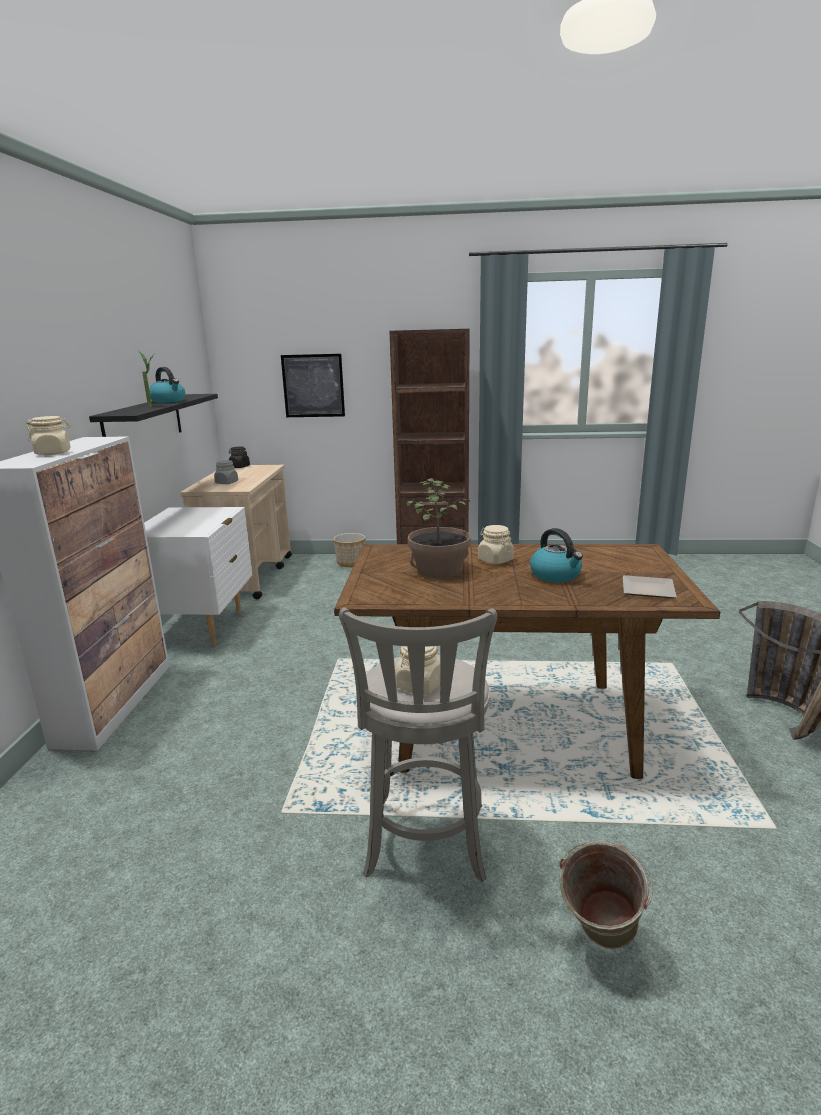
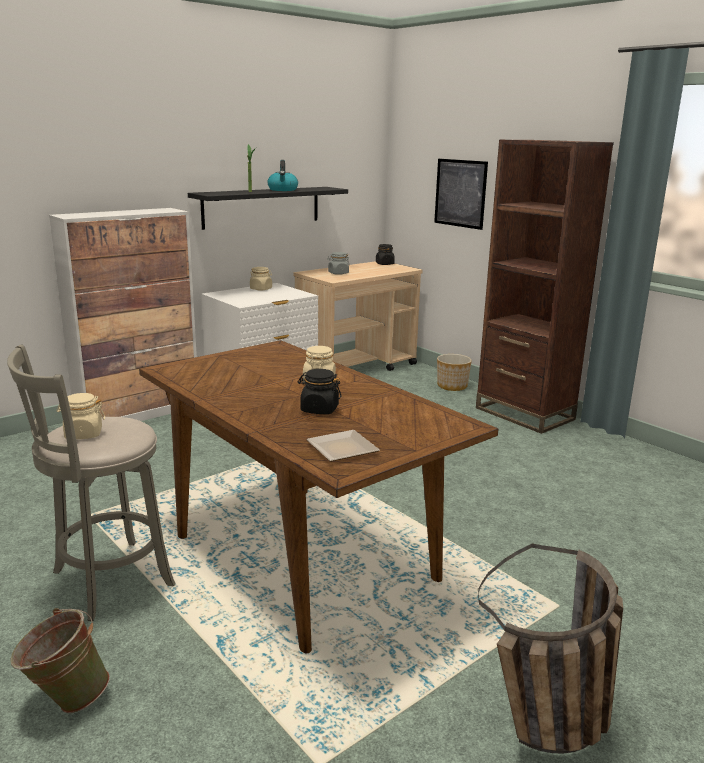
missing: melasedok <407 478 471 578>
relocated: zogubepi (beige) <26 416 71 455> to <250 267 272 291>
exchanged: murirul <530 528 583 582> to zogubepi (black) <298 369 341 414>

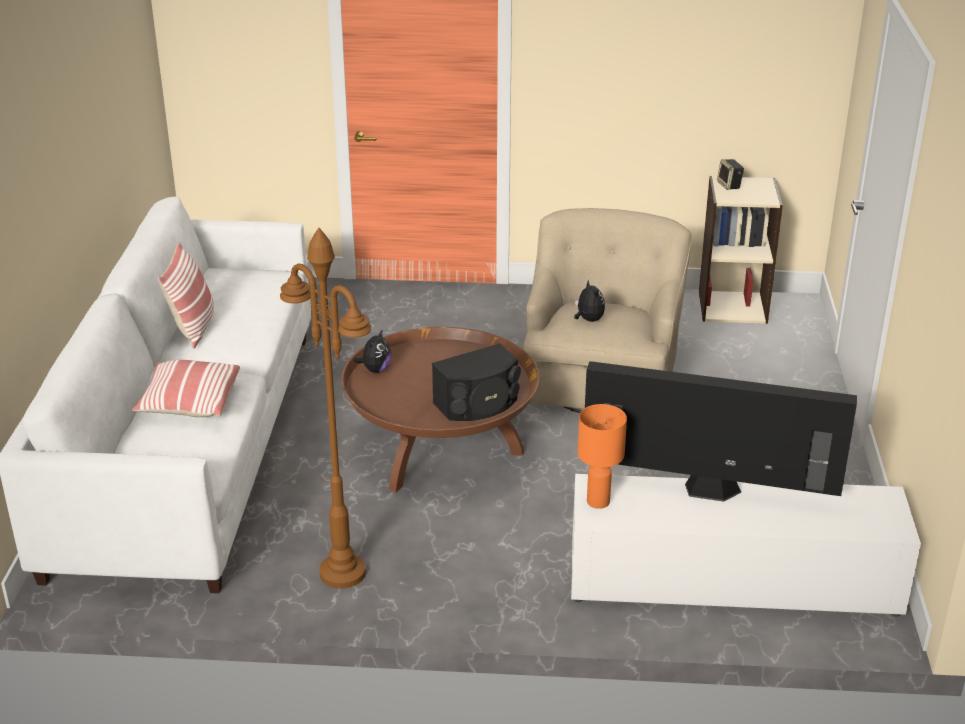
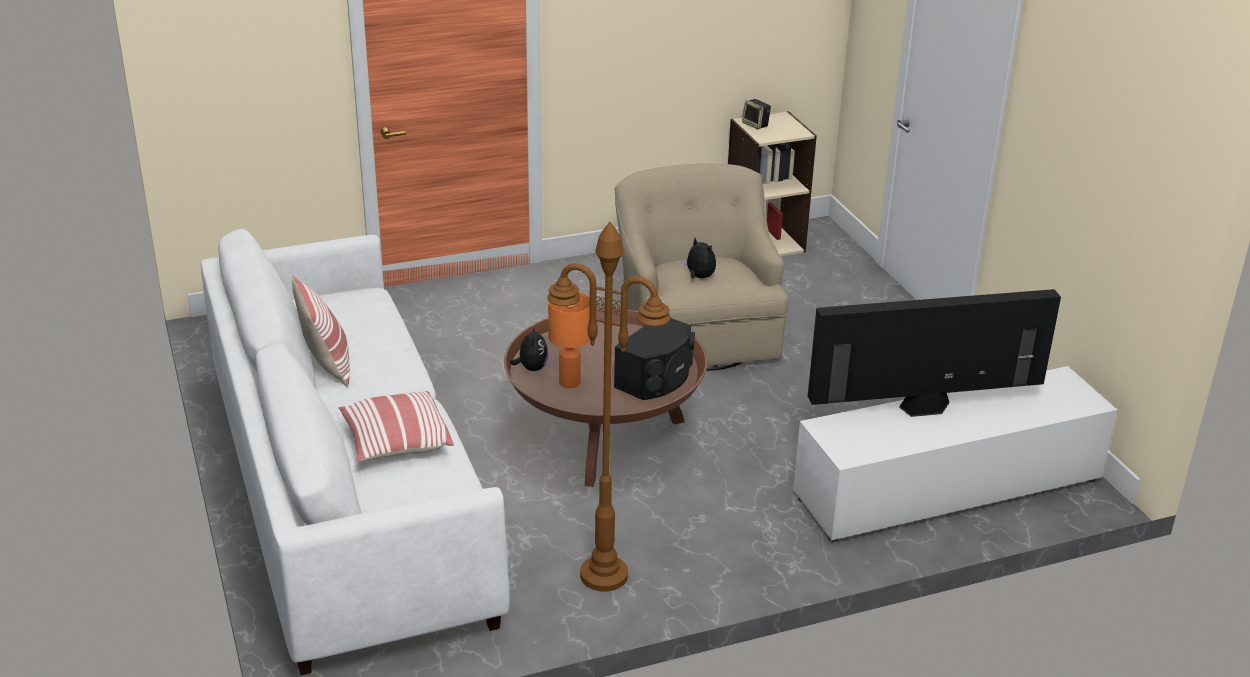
relocated: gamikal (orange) <578 404 627 509> to <548 292 590 388>

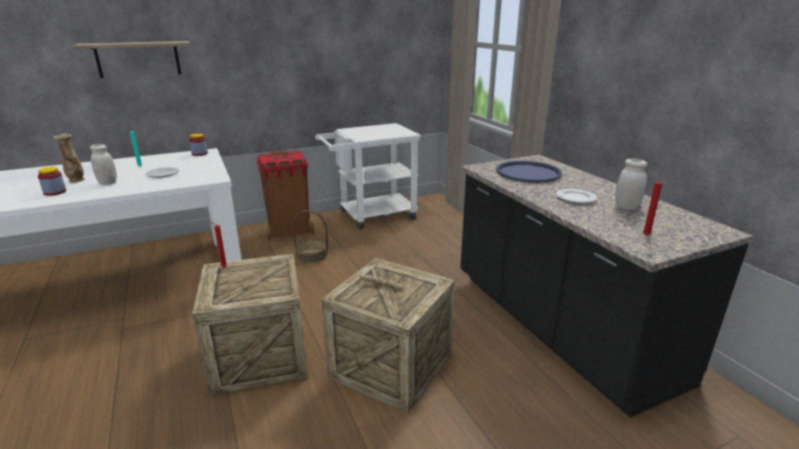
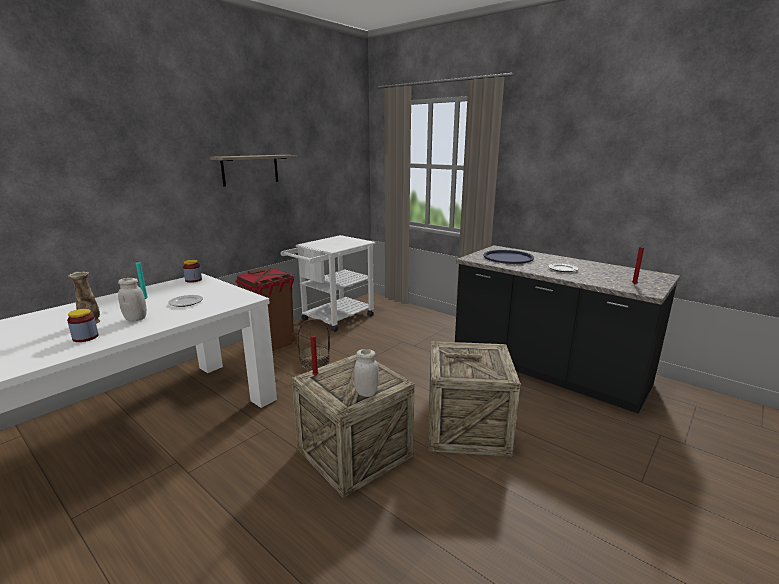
relocated: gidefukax <73 41 190 78> to <210 155 298 186>; zogubepi (white) <615 159 647 210> to <354 349 379 397>

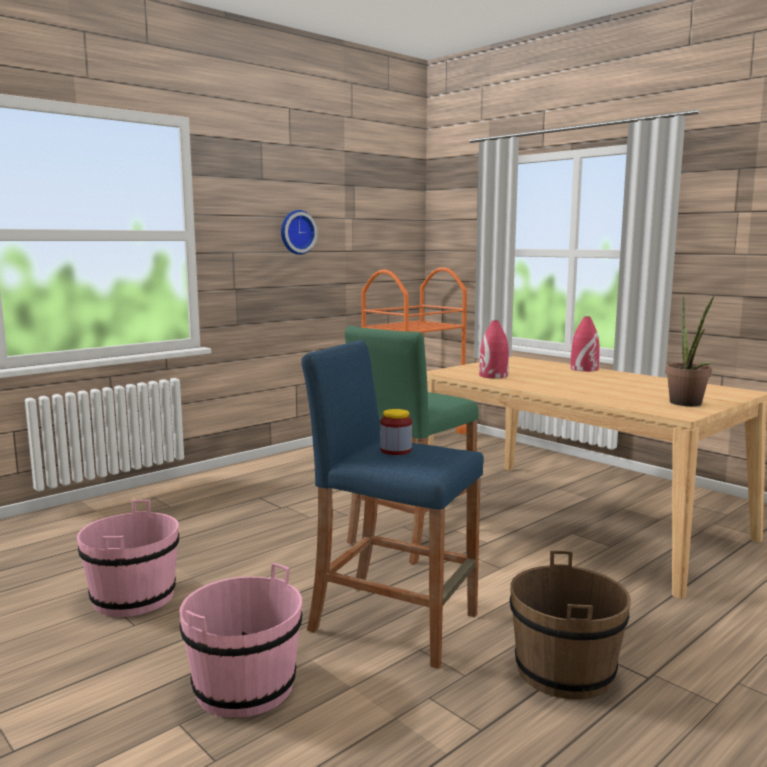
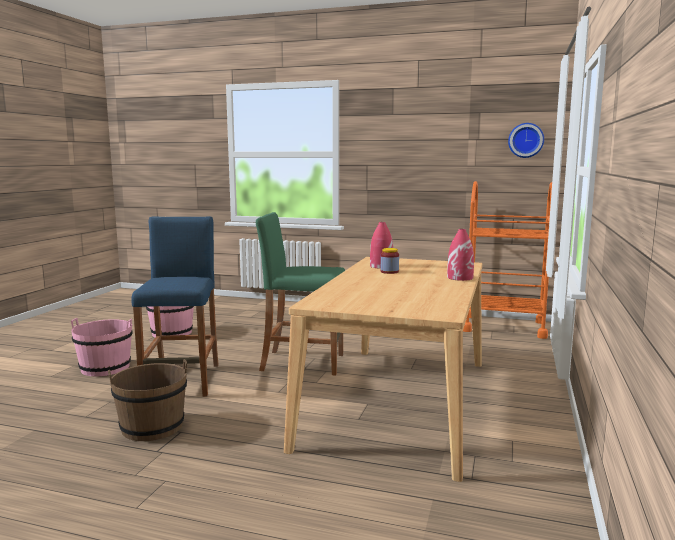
missing: melasedok <665 294 714 406>
relocated: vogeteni <281 210 318 255> to <508 123 544 158>; zogubepi <380 409 412 455> to <381 248 399 274>

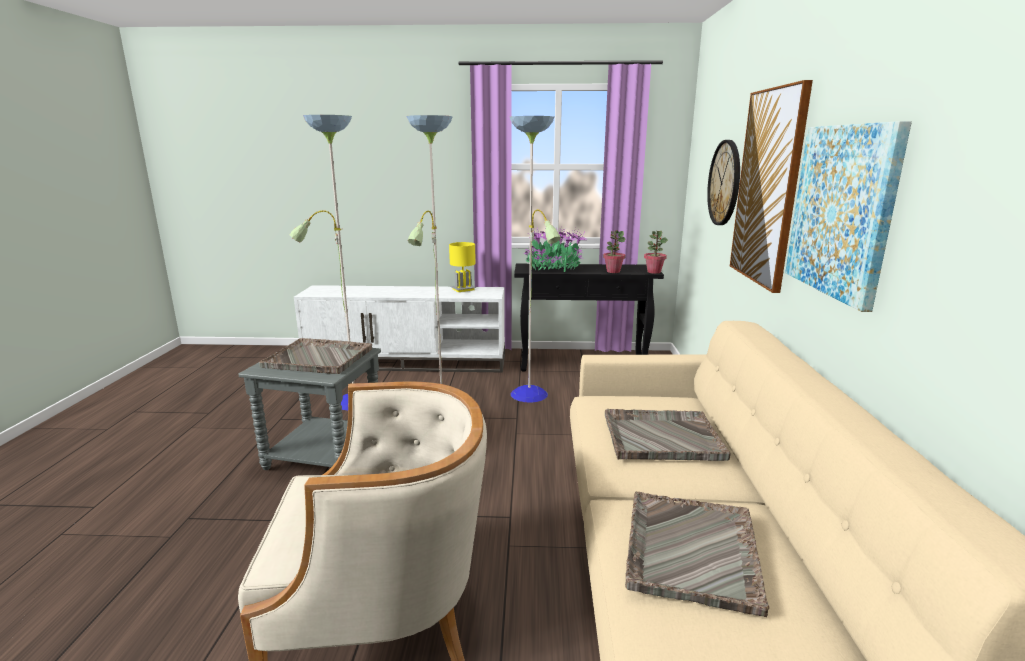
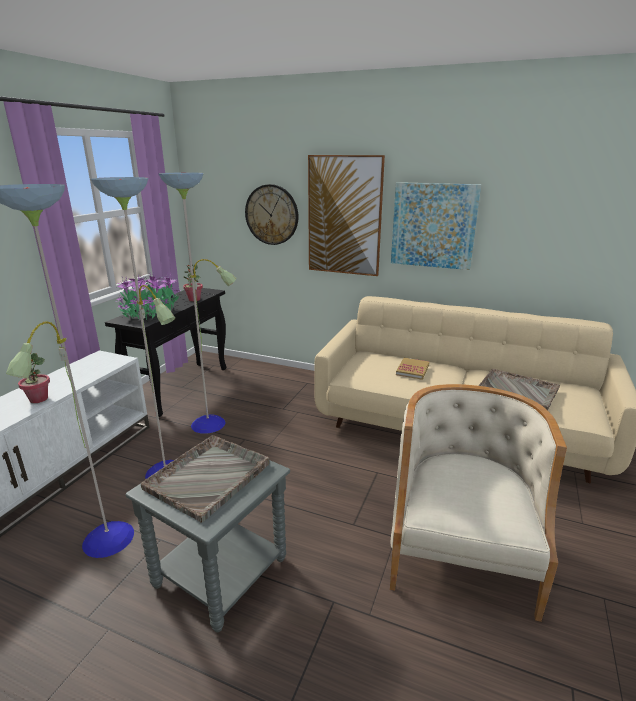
missing: gamikal (yellow) <449 242 476 292>
relocated: melasedok <644 231 668 274> to <18 353 50 403>
exchanged: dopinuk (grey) <605 409 730 461> to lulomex <396 358 429 380>

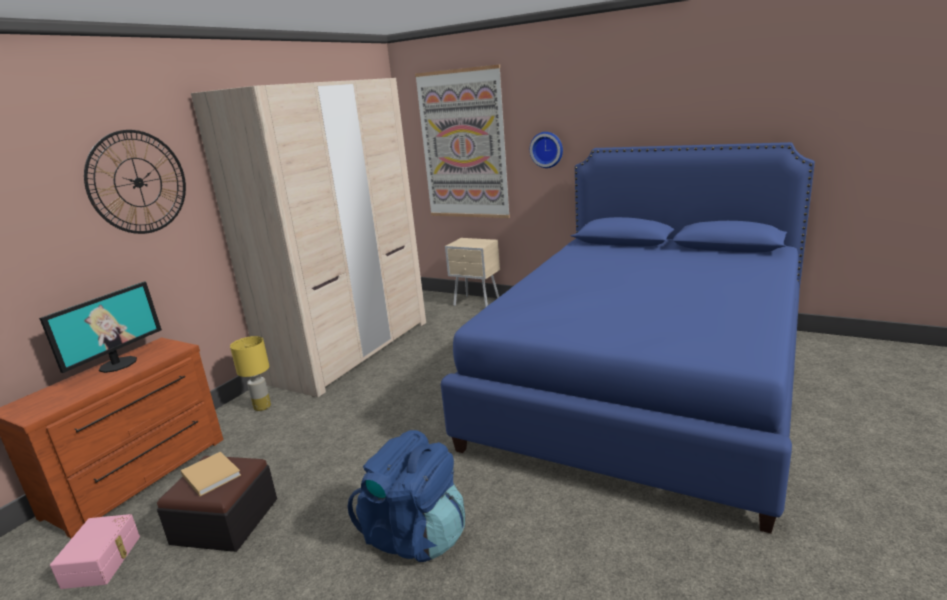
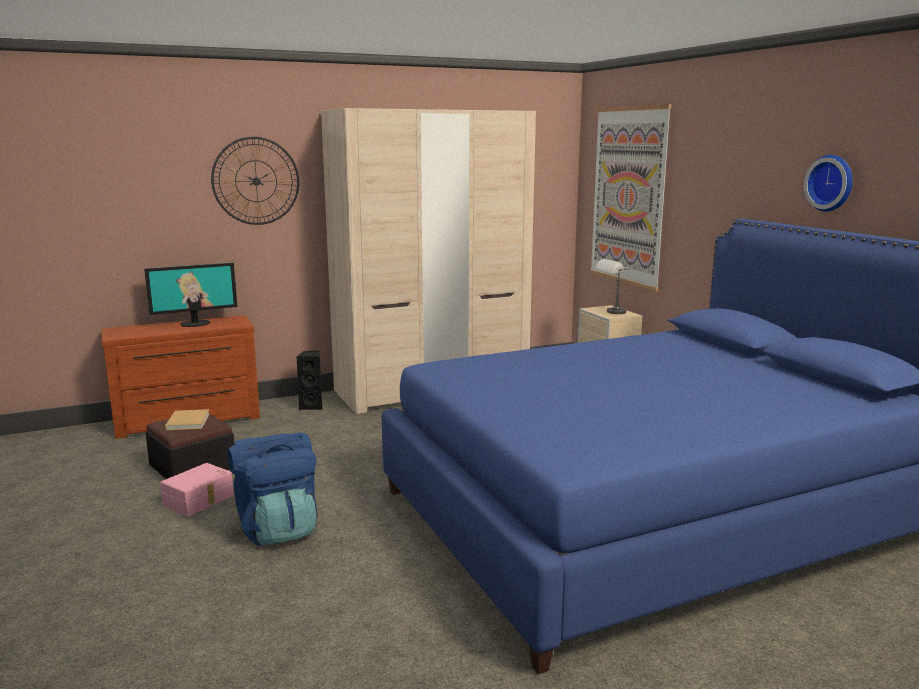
appeared: gamikal (grey) <595 259 630 314>
relocated: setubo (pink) <50 514 140 589> to <160 463 234 517>; vogeteni <530 132 563 168> to <804 155 853 212>
exchanged: gamikal (yellow) <230 336 271 411> to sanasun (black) <296 351 323 410>

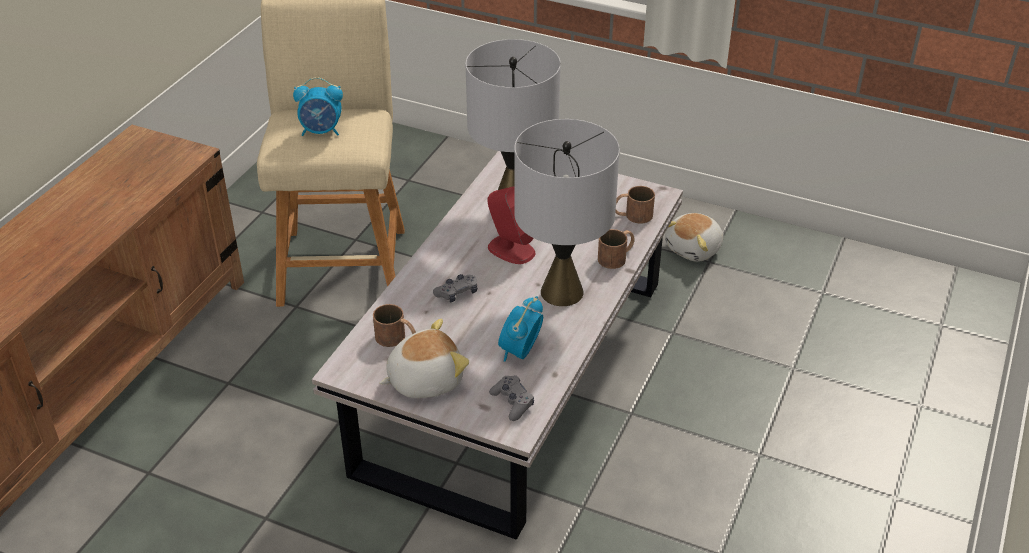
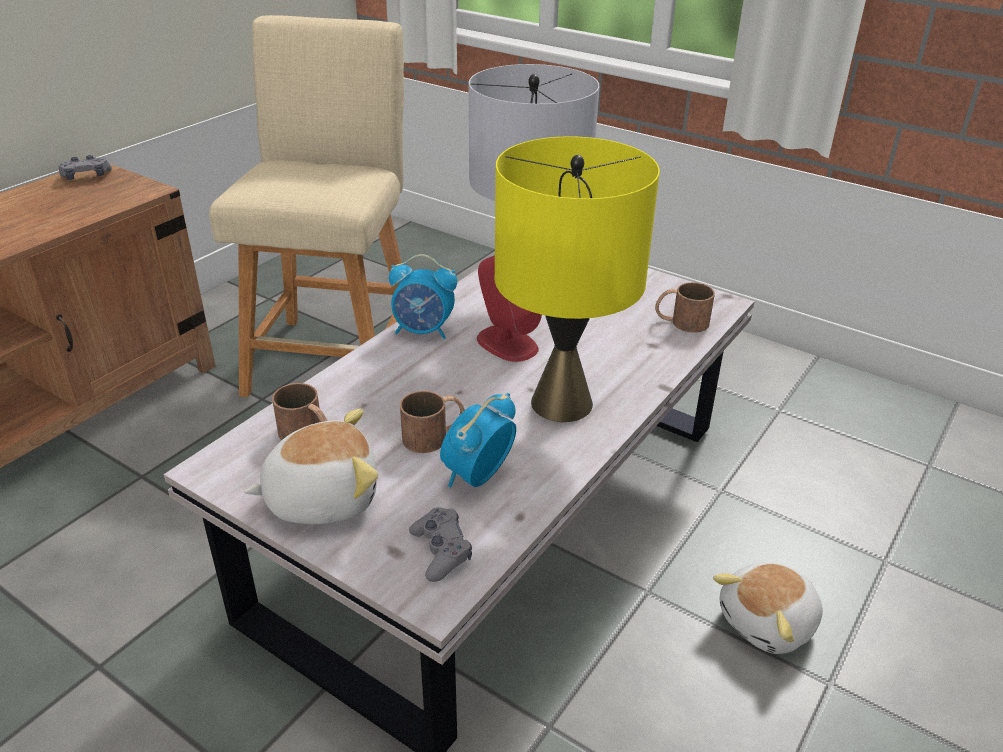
relocated: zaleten <293 77 343 136> to <389 254 457 339>; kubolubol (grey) <433 274 477 302> to <58 155 112 180>; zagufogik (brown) <598 229 635 269> to <400 391 465 453>; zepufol <665 213 723 262> to <713 562 823 654>
colour: gamikal (grey) <514 119 620 306> to gamikal (yellow) <495 136 660 422>

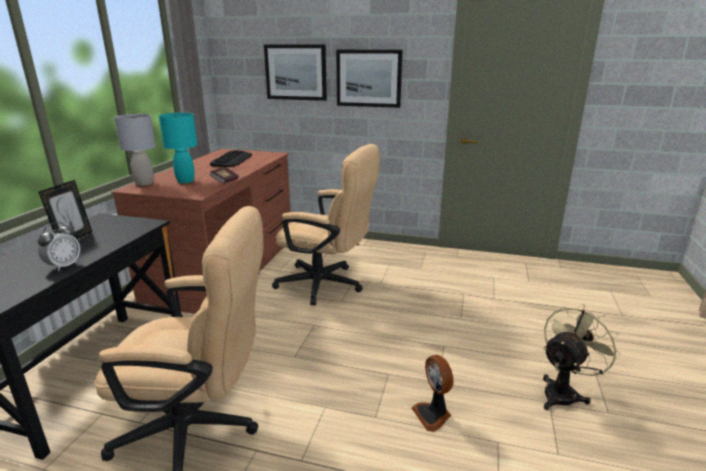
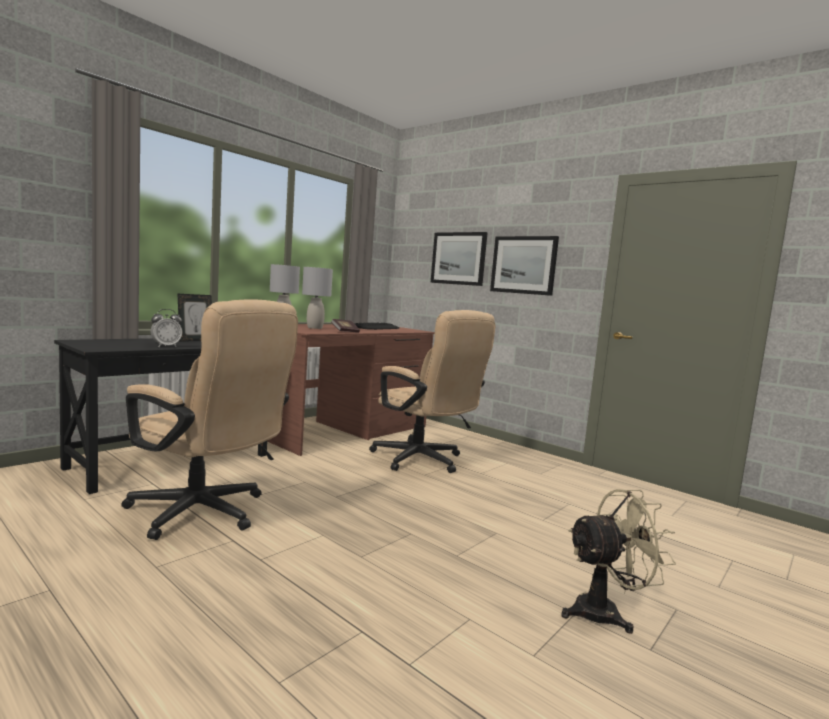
missing: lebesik <412 355 454 432>
colour: gamikal (turquoise) <159 113 197 183> to gamikal (grey) <302 267 333 329>

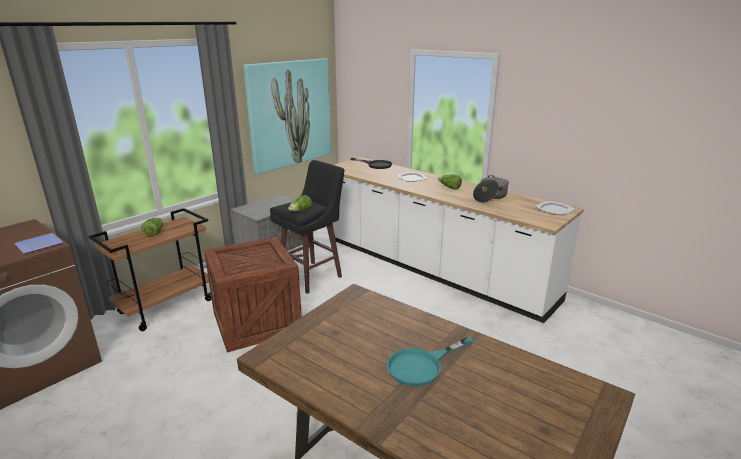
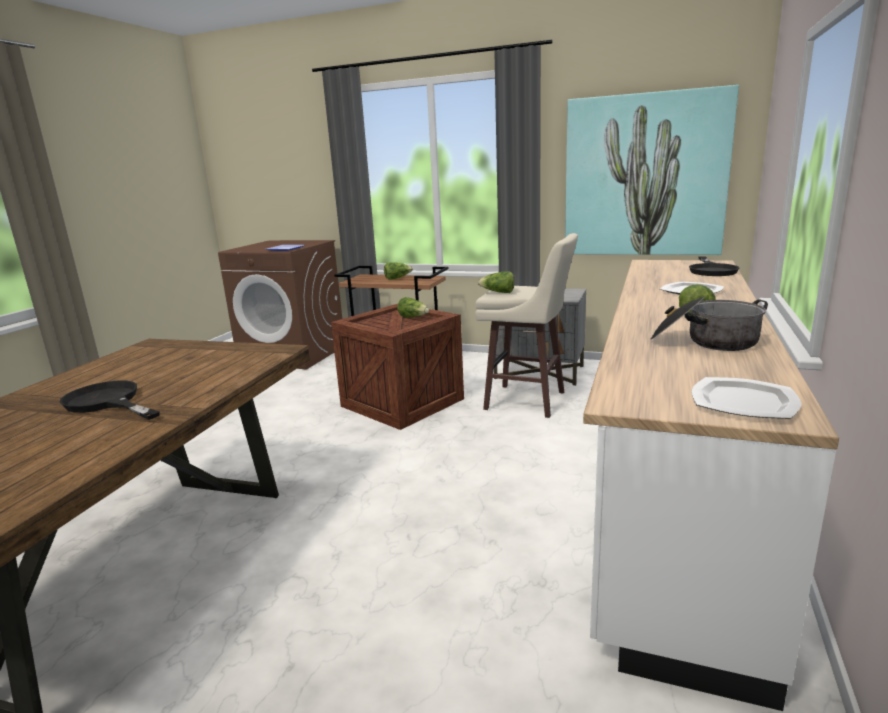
appeared: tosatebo <397 297 429 318>
colour: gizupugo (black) <270 160 344 294> to gizupugo (beige) <475 233 578 418>; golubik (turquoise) <387 337 474 387> to golubik (black) <60 381 160 420>

